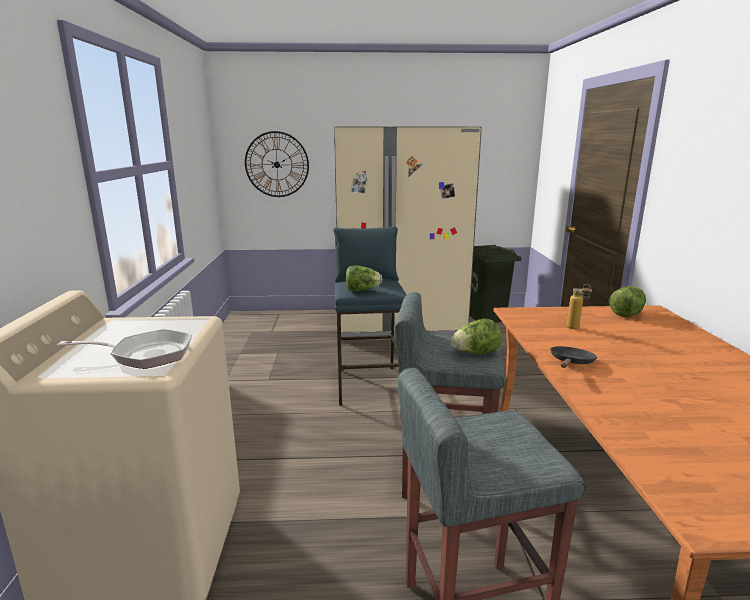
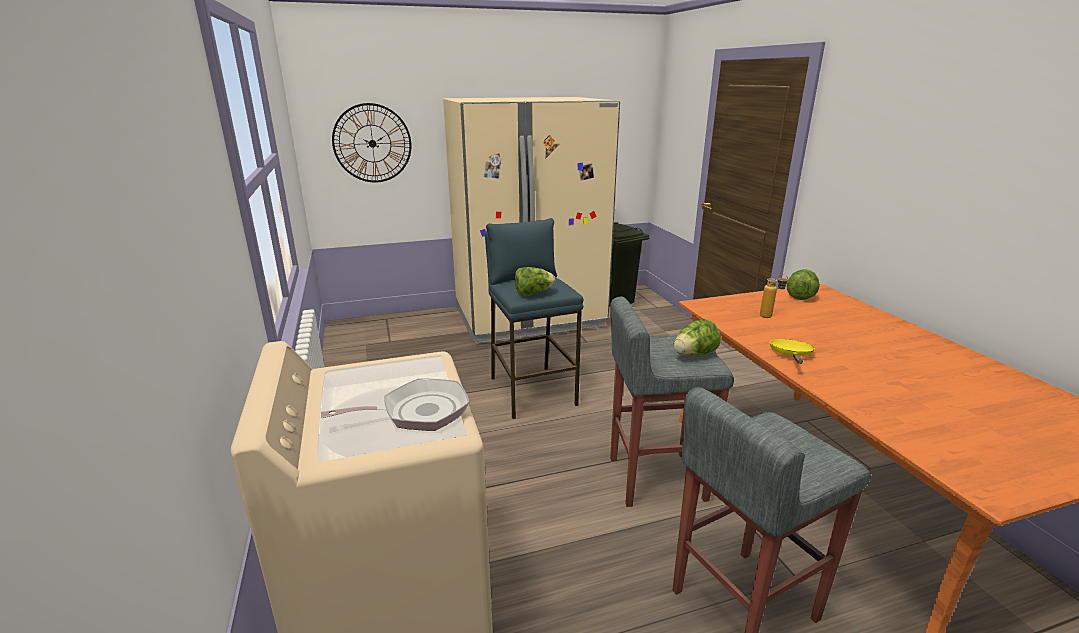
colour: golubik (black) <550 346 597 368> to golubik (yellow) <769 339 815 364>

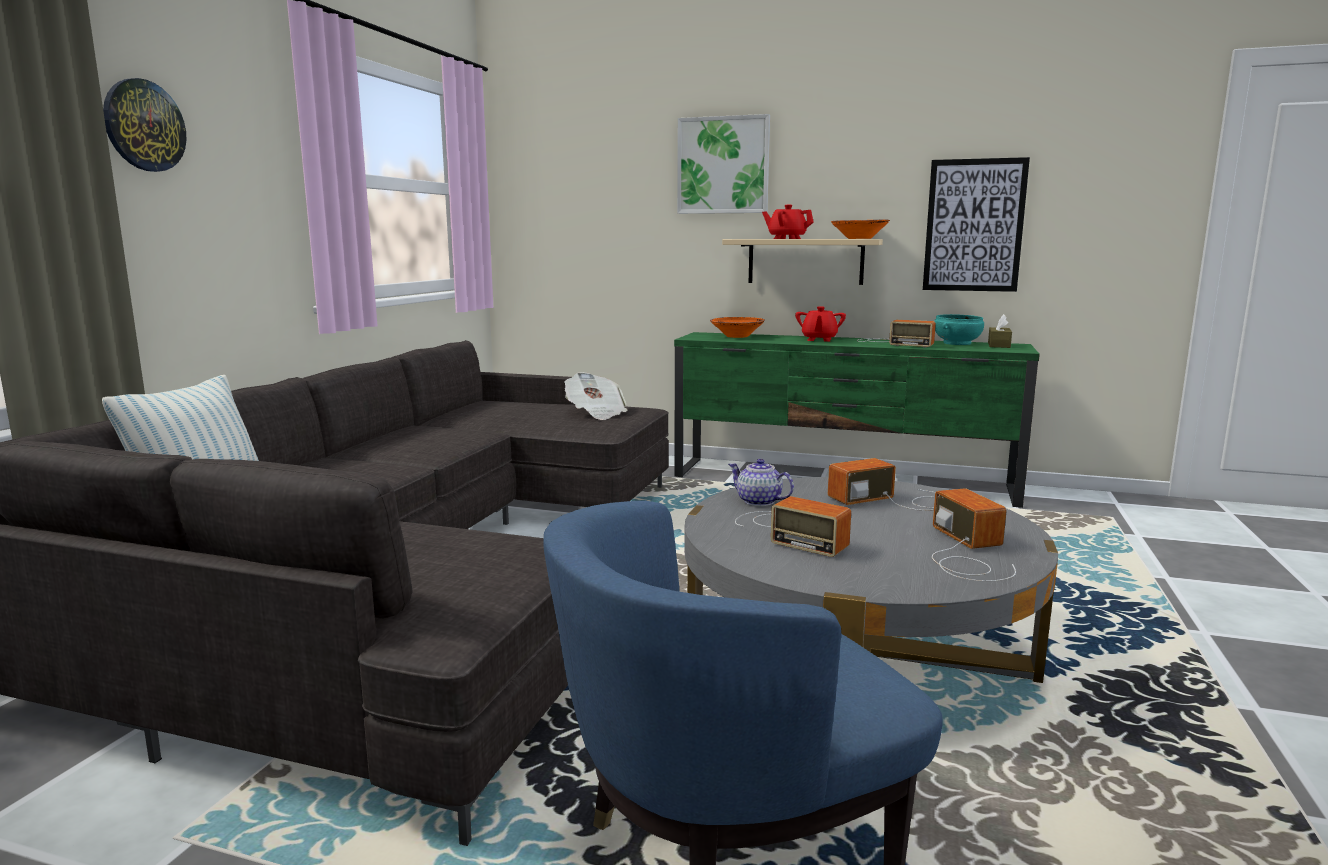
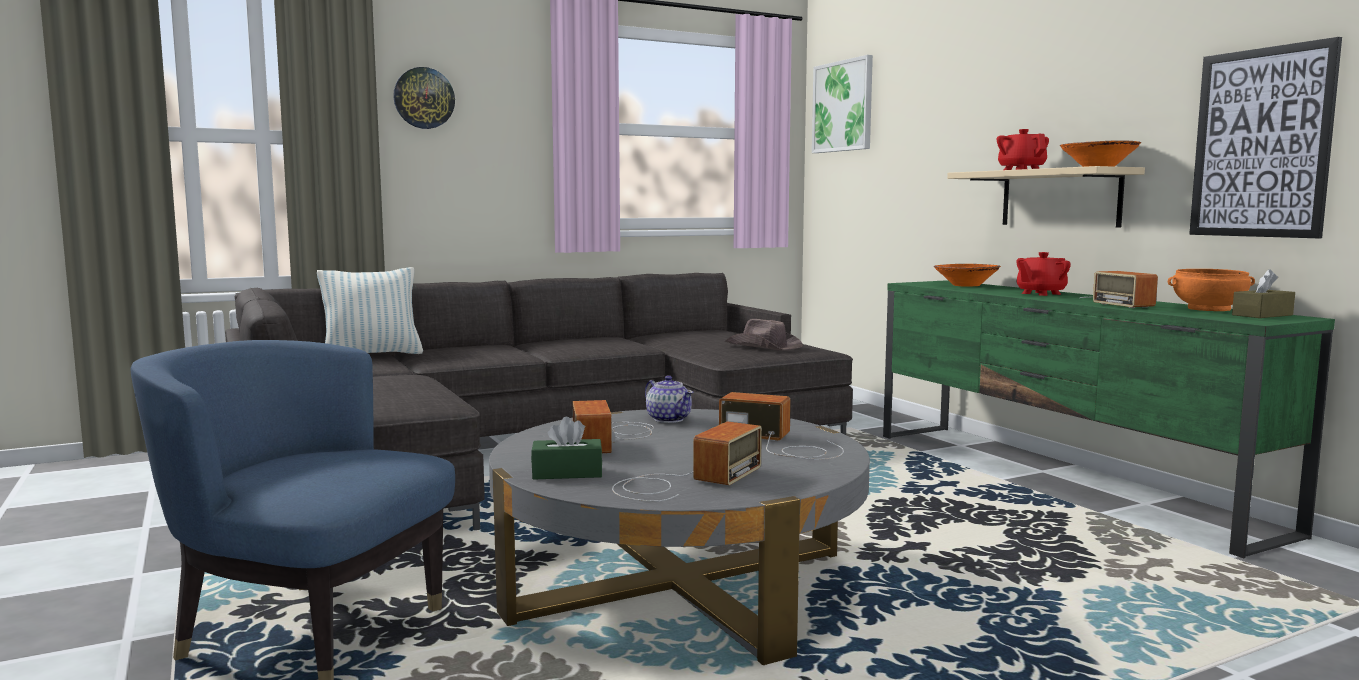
appeared: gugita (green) <531 416 602 480>
relocated: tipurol <677 114 770 214> to <812 55 873 153>
exchanged: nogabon <564 372 628 420> to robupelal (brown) <725 319 803 351>
colour: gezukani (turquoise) <934 314 984 345> to gezukani (orange) <1168 269 1255 311>
spun: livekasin <728 459 794 506> = <645 375 693 423> 150 degrees clockwise

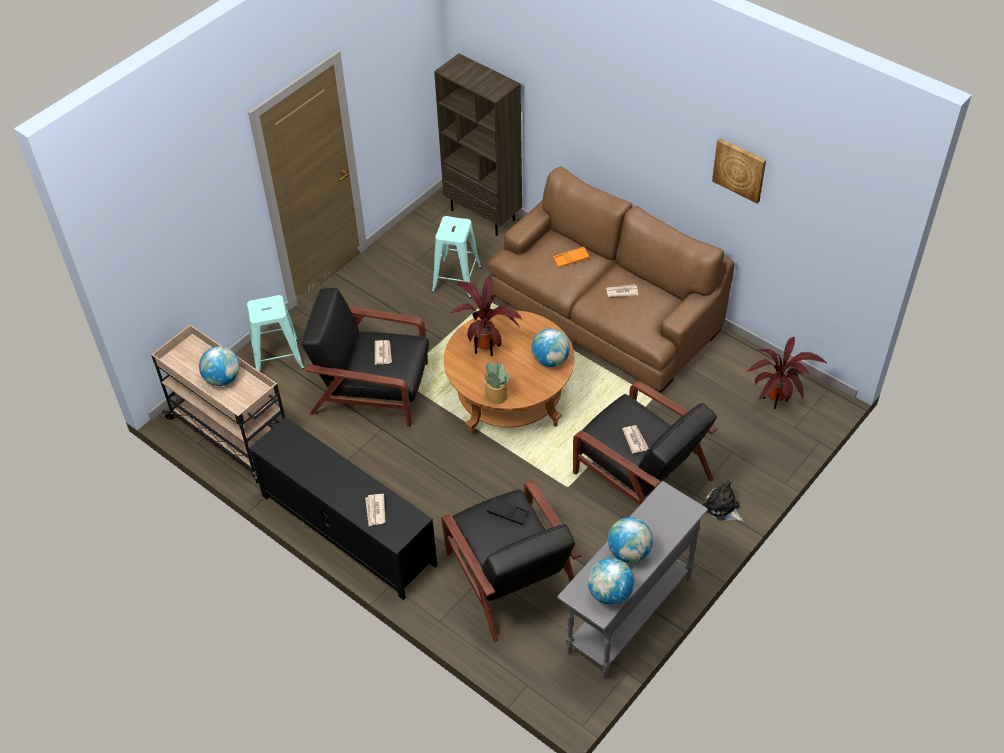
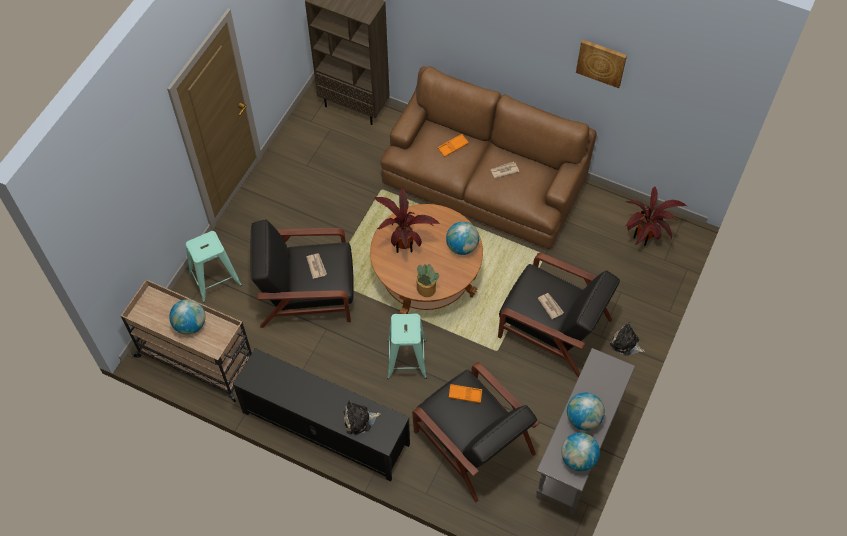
relocated: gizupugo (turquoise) <432 216 481 298> to <387 314 427 379>
exchanged: nogabon <365 494 385 526> to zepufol <343 400 381 435>
colour: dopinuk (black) <487 498 529 525> to dopinuk (orange) <449 384 482 403>

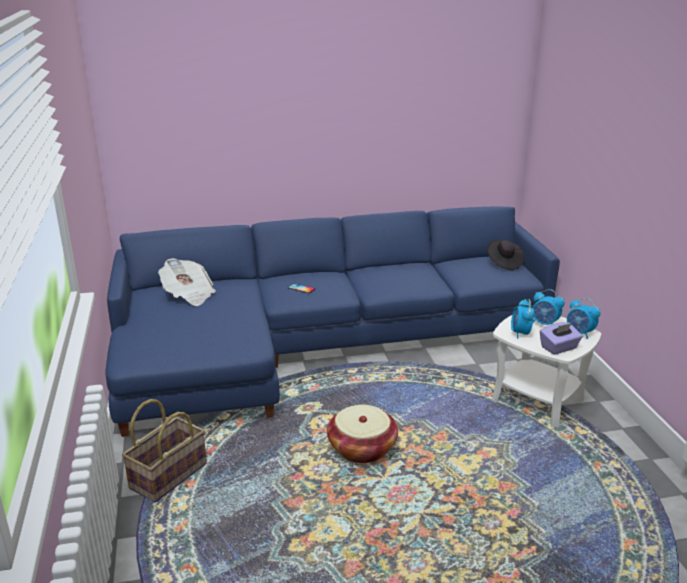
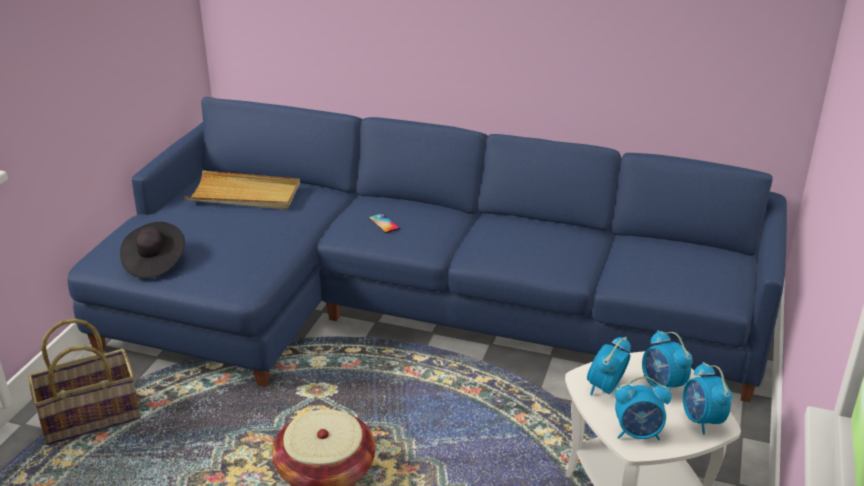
relocated: robupelal (black) <487 240 525 270> to <120 222 185 278>
exchanged: nogabon <158 258 216 306> to dopinuk (beige) <184 170 300 209>; gugita (purple) <540 322 583 355> to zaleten <615 376 672 440>

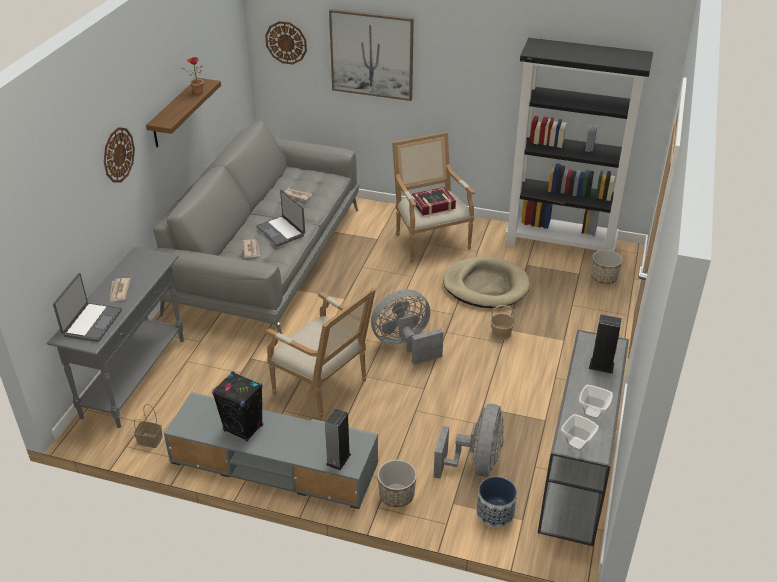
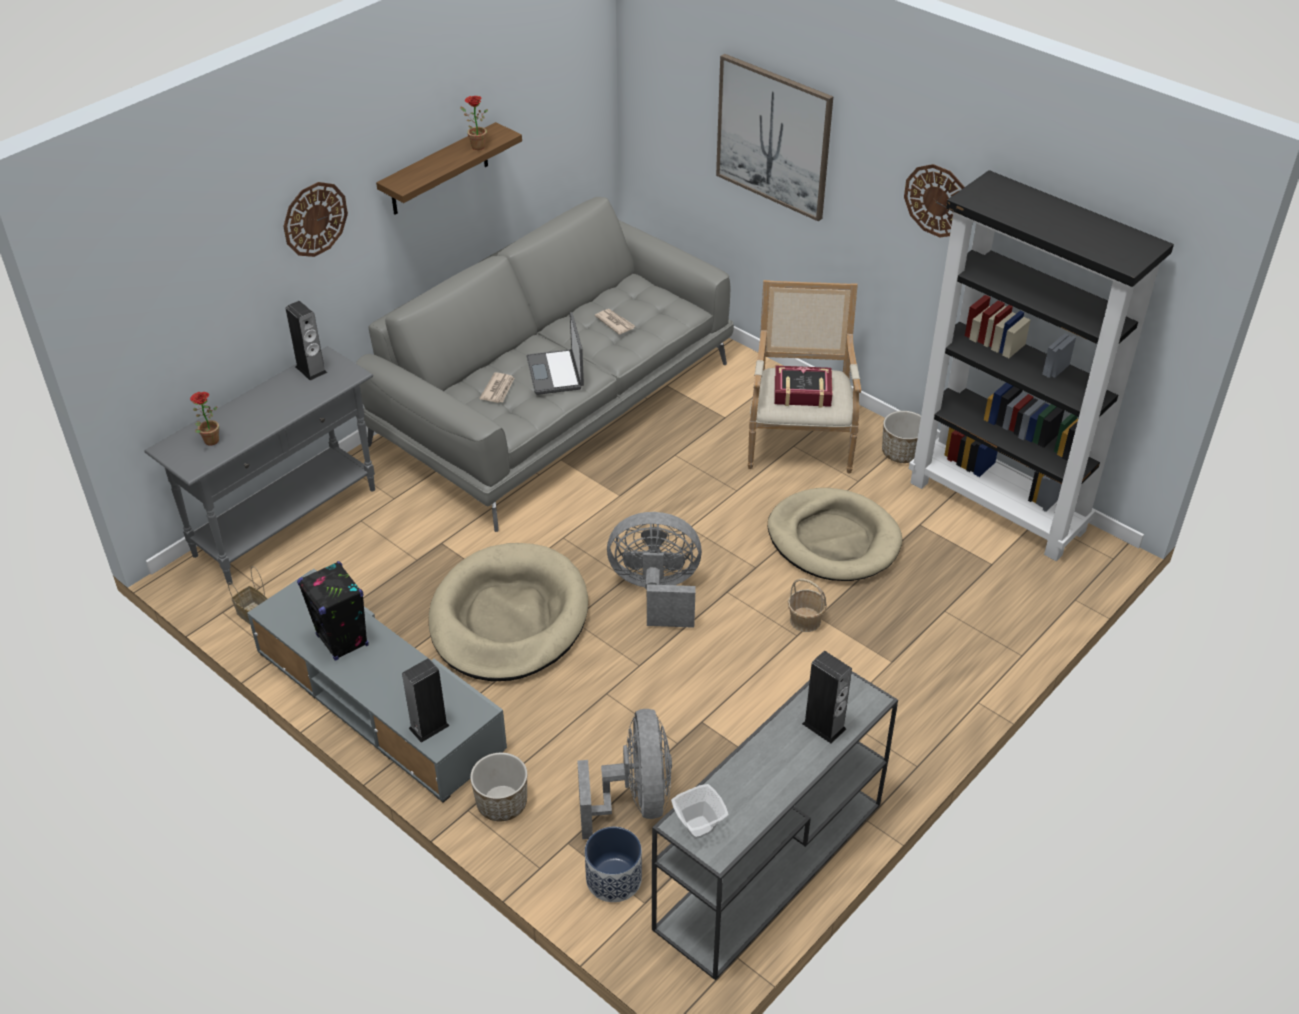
missing: nogabon <109 278 131 302>; gezukani <579 385 613 419>
appeared: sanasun <286 301 327 381>
relocated: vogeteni <265 21 307 65> to <904 164 964 237>; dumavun <591 250 623 284> to <882 411 921 463>
exchanged: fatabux <53 273 122 342> to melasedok <190 392 219 445>; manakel <266 287 376 418> to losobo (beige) <429 543 588 682>
spun: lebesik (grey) <434 404 504 479> = <577 709 672 839> 45 degrees counterclockwise

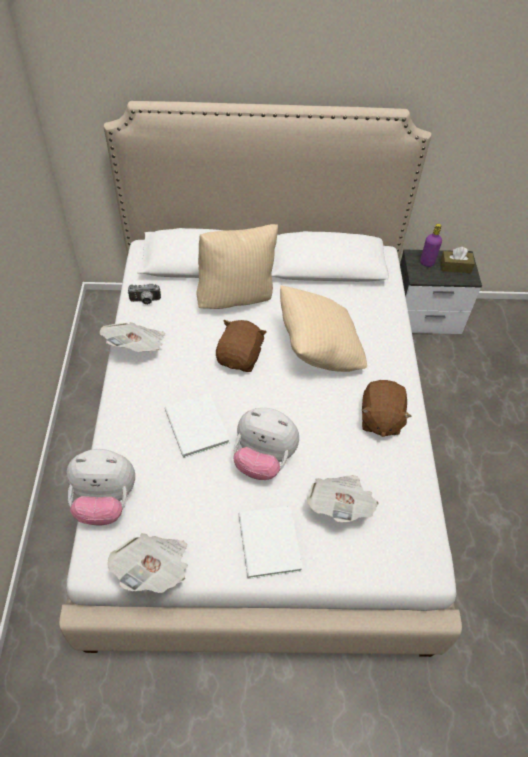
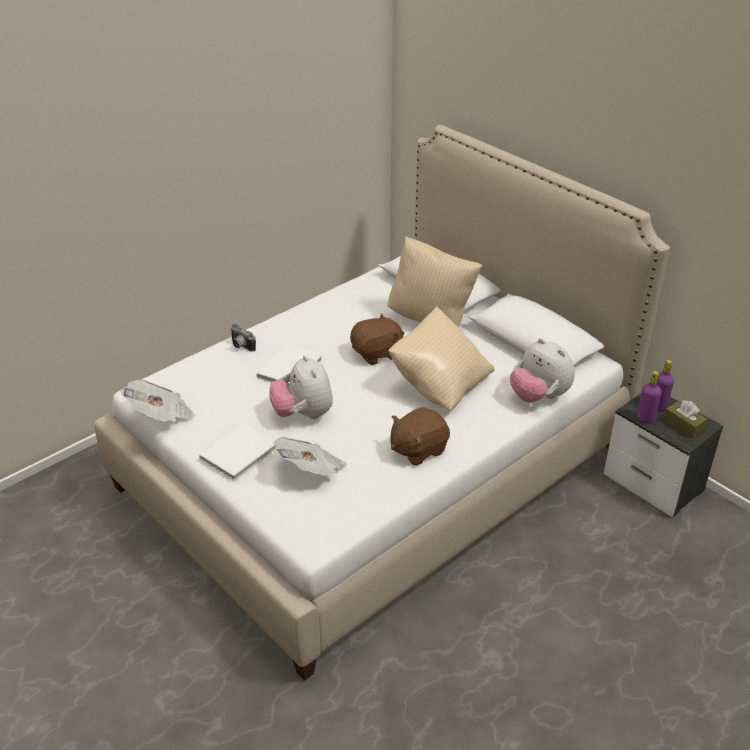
missing: nogabon <100 322 165 352>
appeared: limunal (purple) <637 371 662 424>
relocated: zepufol <66 449 135 526> to <510 338 575 403>; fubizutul <128 284 161 305> to <230 324 256 352>

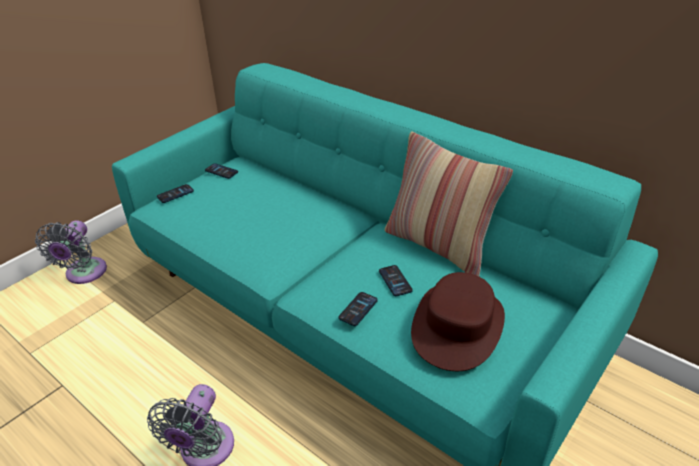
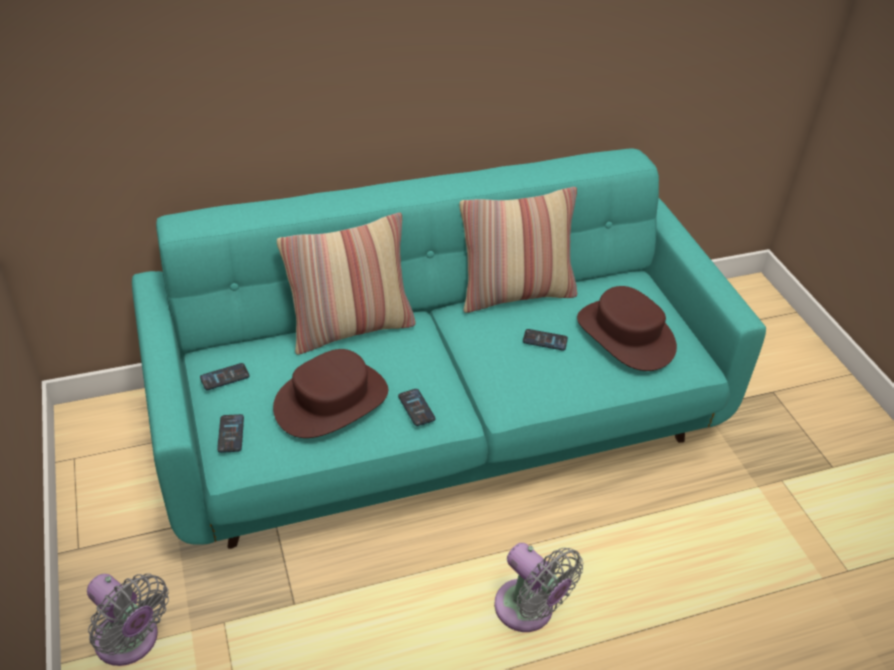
appeared: robupelal (brown) <273 349 388 438>; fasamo <277 213 416 355>
relocated: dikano <338 292 378 326> to <398 389 435 426>

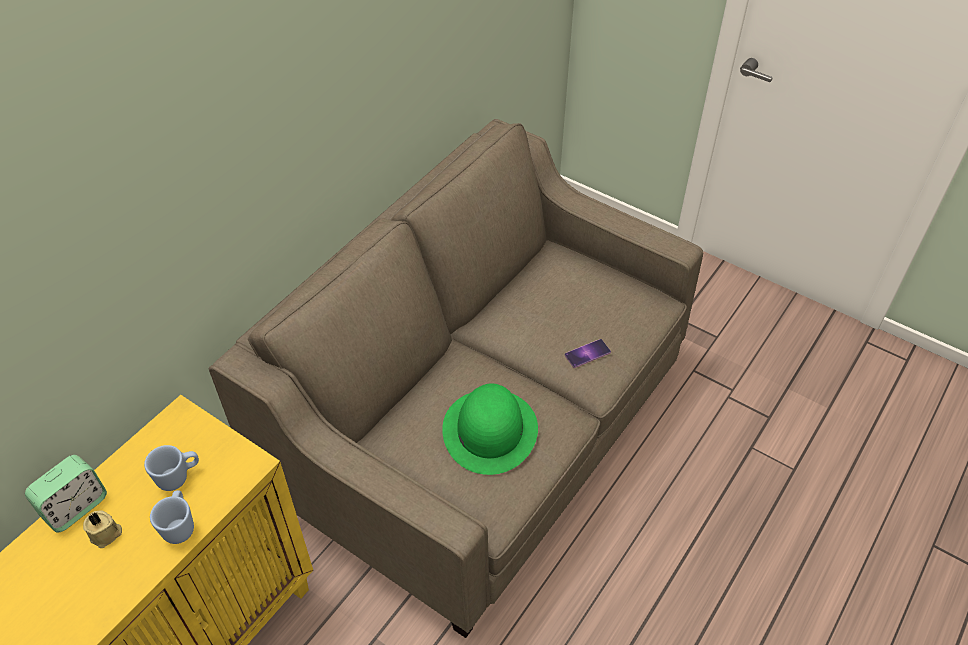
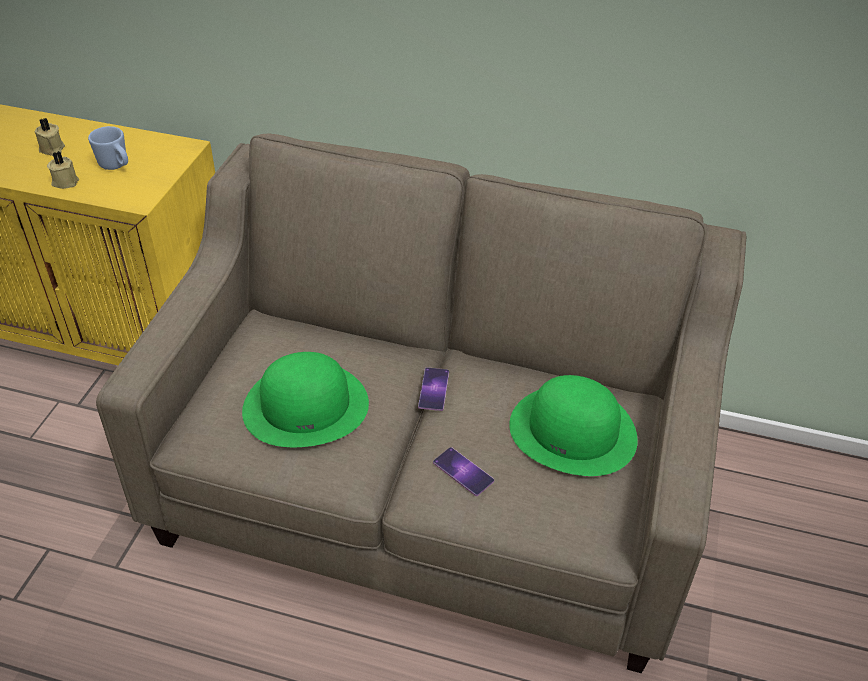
missing: zaleten <25 455 107 532>
appeared: dikano <418 367 449 411>; robupelal (green) <509 375 638 476>
exchanged: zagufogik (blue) <150 490 194 544> to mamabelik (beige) <47 151 79 189>

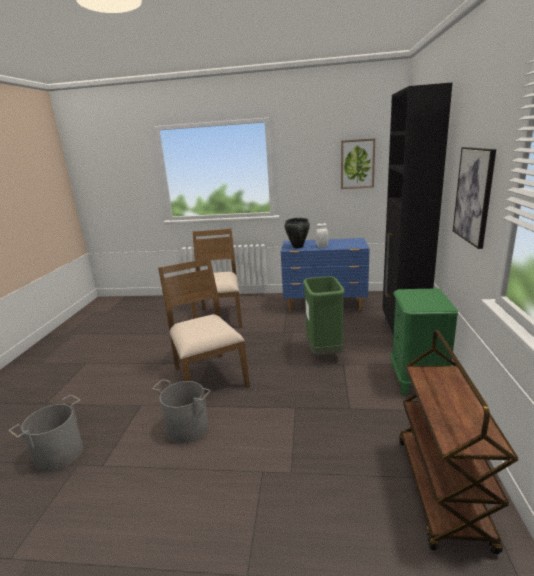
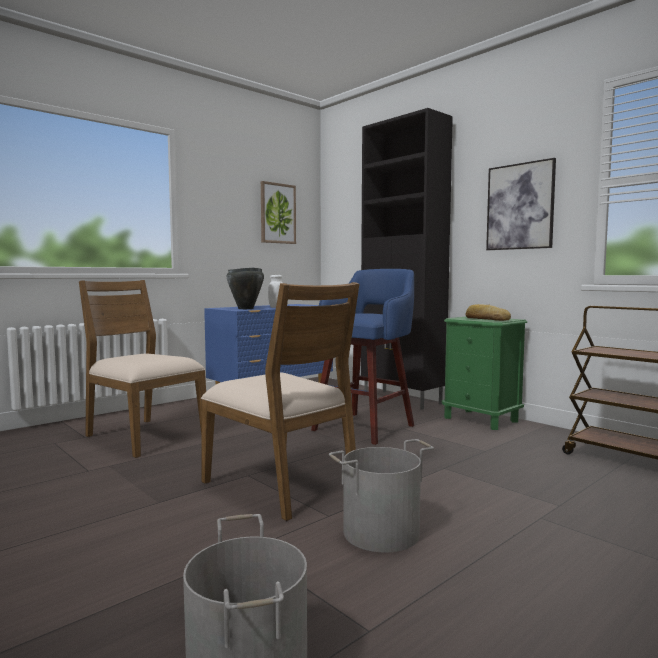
appeared: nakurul <466 304 511 321>
exchanged: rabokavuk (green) <303 276 345 355> to gizupugo (blue) <311 269 414 445>
spun: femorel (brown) <158 258 250 388> = <201 282 359 521> 150 degrees counterclockwise

